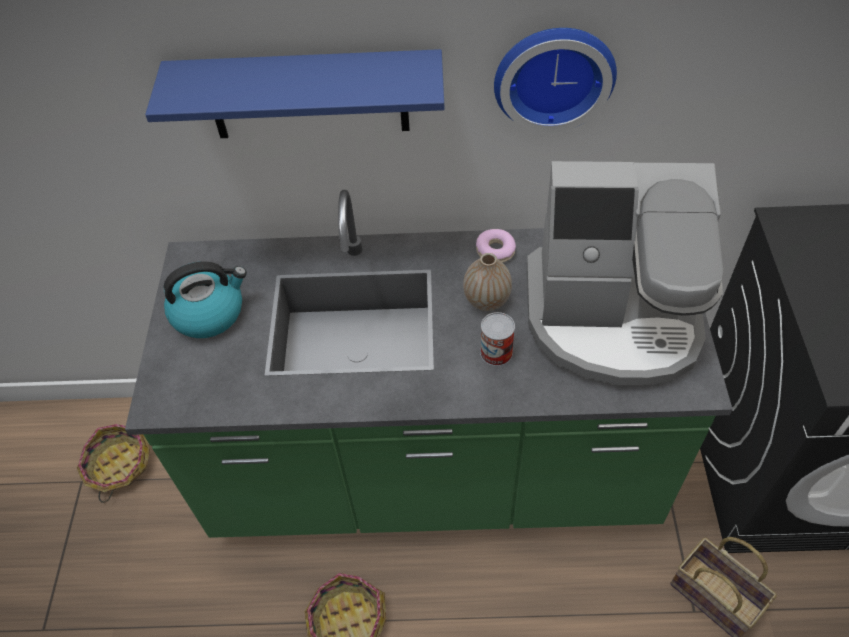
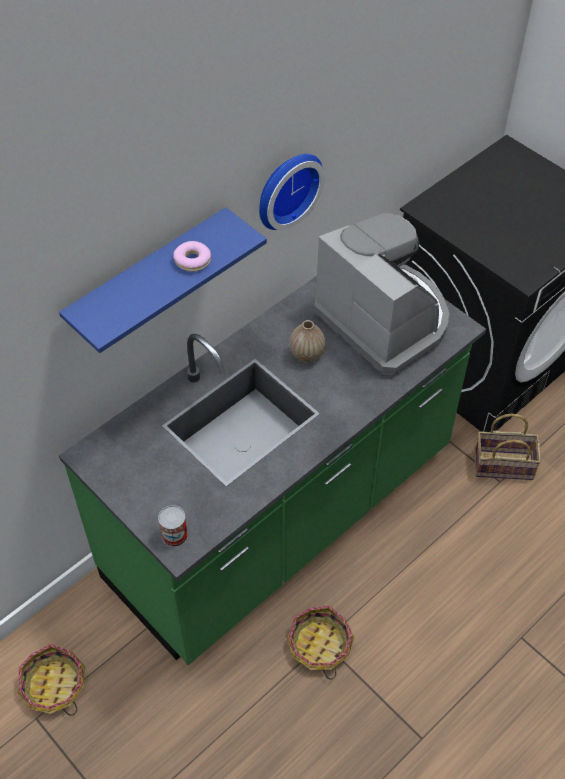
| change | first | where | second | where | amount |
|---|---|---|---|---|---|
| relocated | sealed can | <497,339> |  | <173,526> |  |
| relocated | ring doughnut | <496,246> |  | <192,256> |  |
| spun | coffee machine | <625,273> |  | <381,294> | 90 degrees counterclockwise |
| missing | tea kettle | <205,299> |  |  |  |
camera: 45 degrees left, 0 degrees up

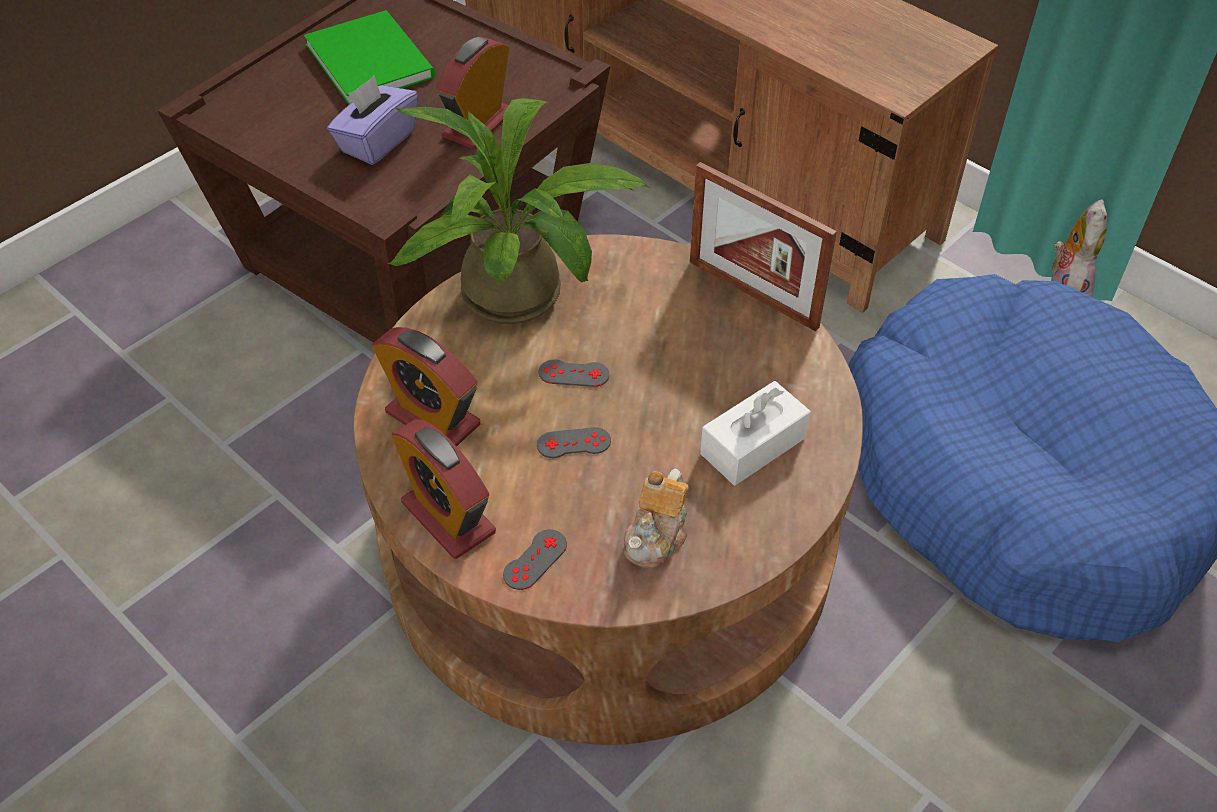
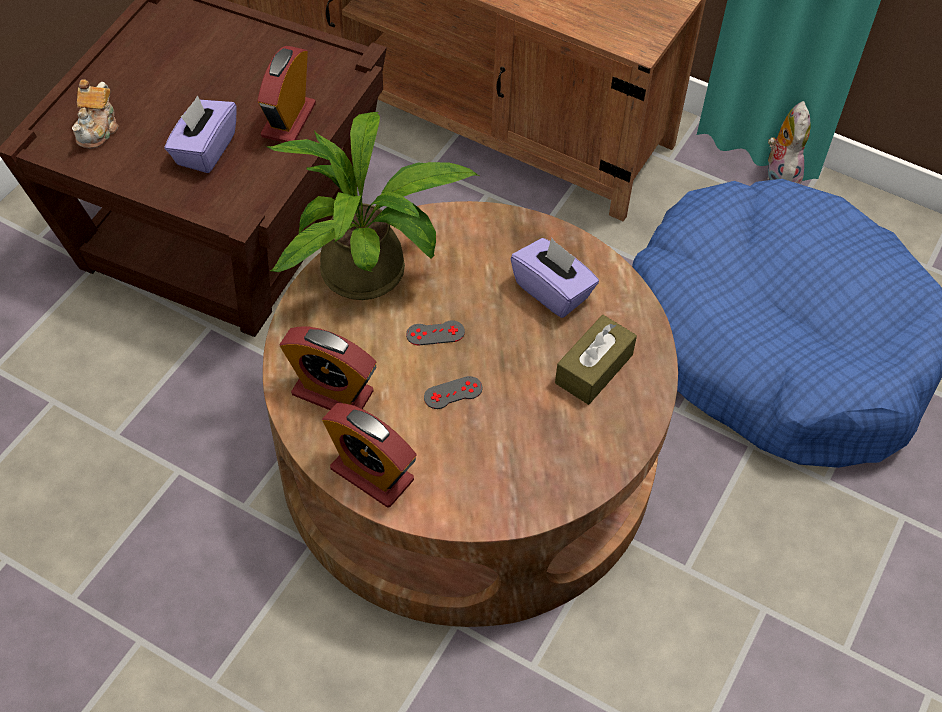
| change | first | where | second | where | amount |
|---|---|---|---|---|---|
| relocated | tea pot | <656,518> |  | <95,114> |  |
| appeared |  |  | purple-coloured box of tissues | <555,278> |  |
| colour | white box of tissues | <755,433> | brownish box of tissues | <596,360> |  |
| missing | green-coloured bound book | <369,57> |  |  |  |
| missing | grey joypad | <535,559> |  |  |  |
| missing | picture frame | <763,246> |  |  |  |
camera: 15 degrees left, 5 degrees up

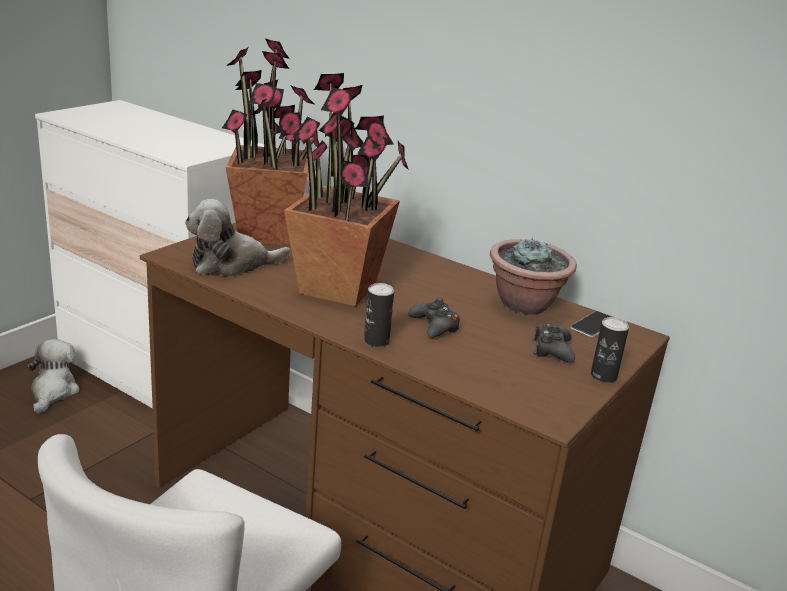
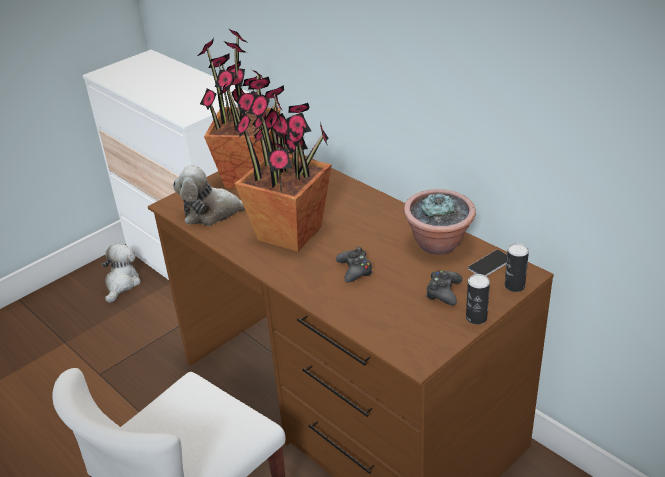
| change | first | where | second | where | amount |
|---|---|---|---|---|---|
| relocated | sealed can | <379,315> |  | <517,267> |  |
camera: 15 degrees right, 10 degrees up

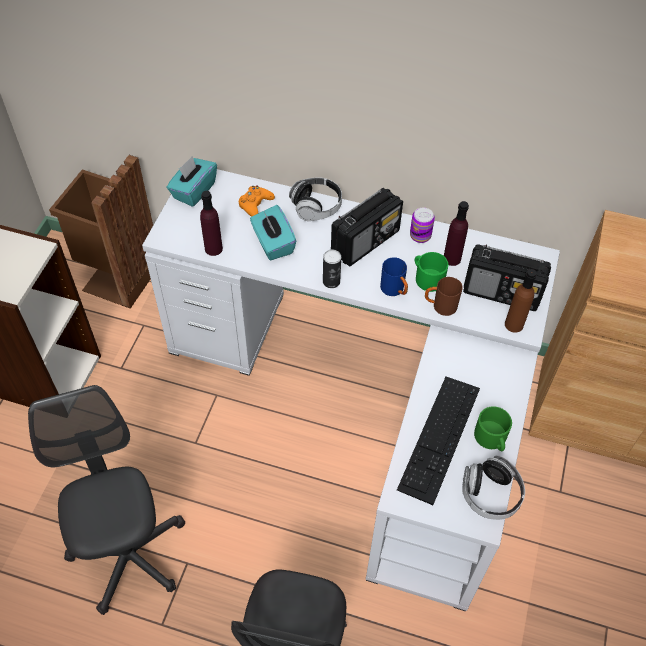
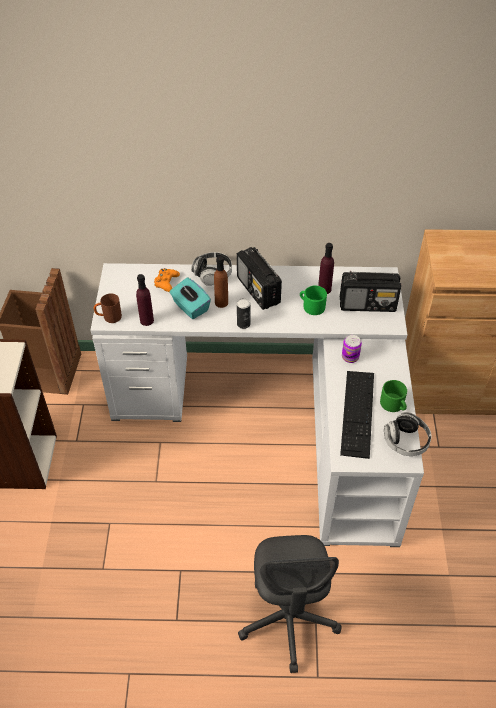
| change | first | where | second | where | amount |
|---|---|---|---|---|---|
| relocated | brownish mug | <444,296> |  | <108,308> |  |
| relocated | brownish drink bottle | <521,301> |  | <221,282> |  |
| spun | radio set | <367,227> |  | <259,278> | 120 degrees clockwise |
| relocated | sealed can | <422,225> |  | <352,349> |  |
| missing | grey computer chair | <106,500> |  |  |  |
| missing | turquoise box of tissues | <192,181> |  |  |  |
| missing | bluish mug | <394,276> |  |  |  |
camera: 15 degrees left, 5 degrees down

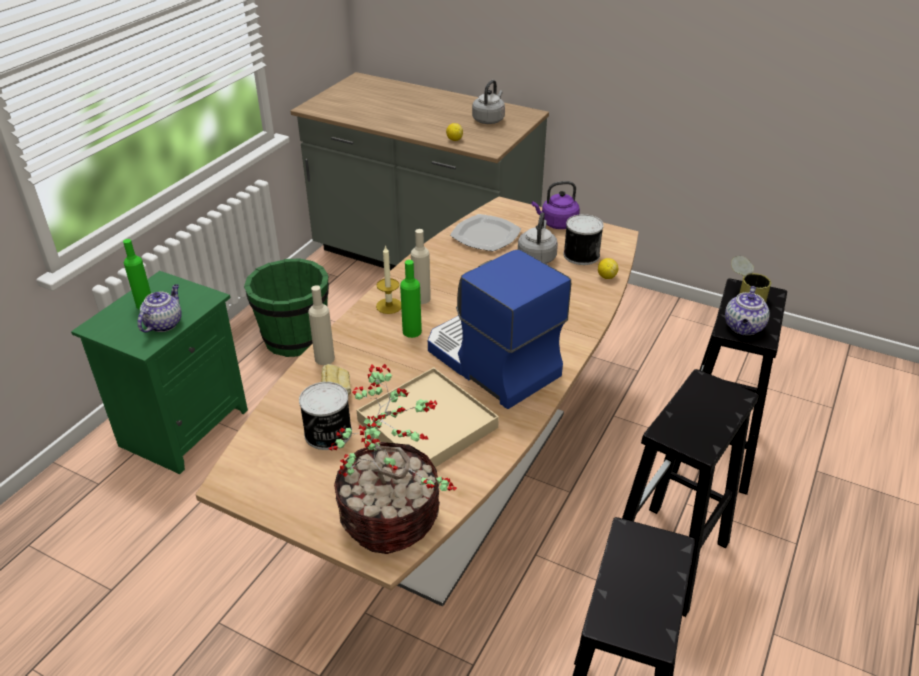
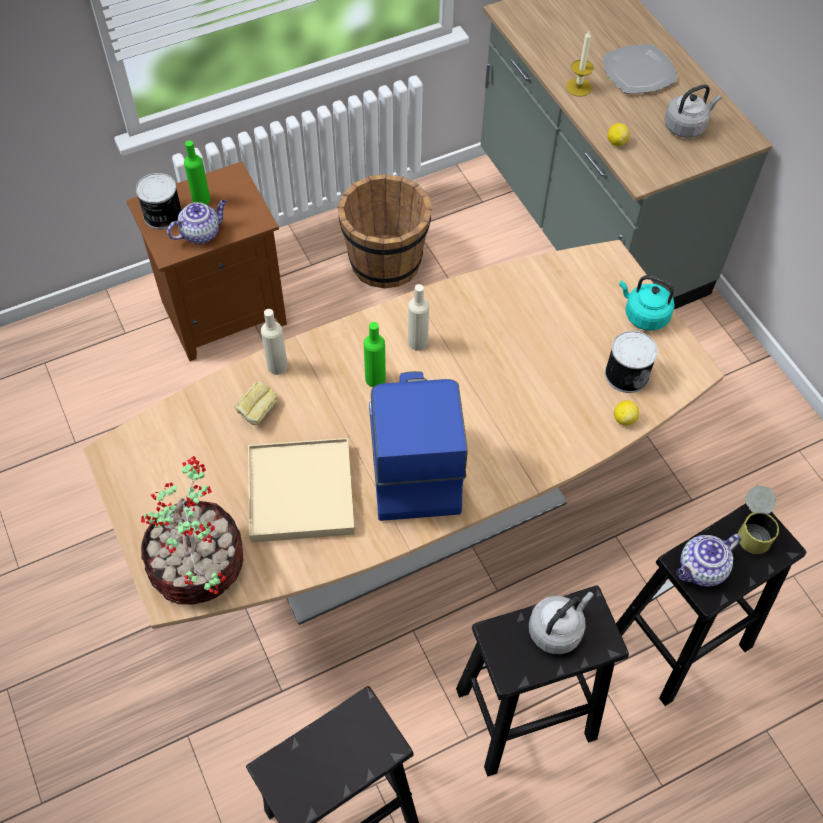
| change | first | where | second | where | amount |
|---|---|---|---|---|---|
| colour | green-coloured bedside table | <159,372> | brownish bedside table | <206,261> |  |
| relocated | sealed can | <325,416> |  | <159,201> |  |
| colour | green-coloured pail | <286,308> | brownish pail | <384,231> |  |
| relocated | grey tea kettle | <538,238> |  | <561,623> |  |
| relocated | wax candle | <388,279> |  | <580,63> |  |
| relocated | flat dish | <485,232> |  | <639,68> |  |
| colour | purple-coloured tea kettle | <556,205> | turquoise tea kettle | <647,303> |  |
camera: 35 degrees right, 20 degrees up

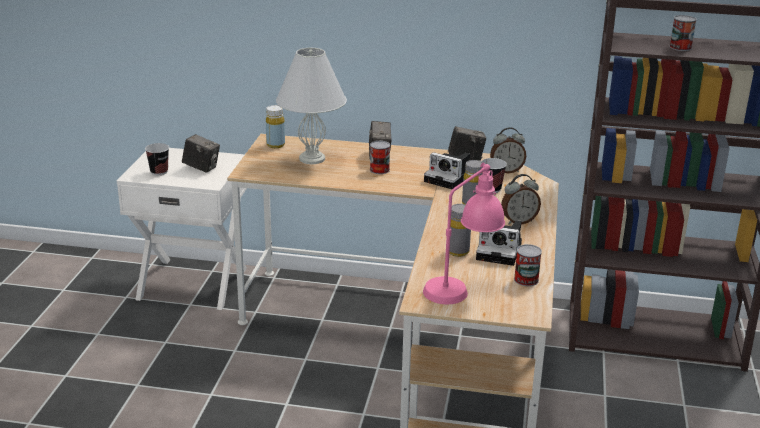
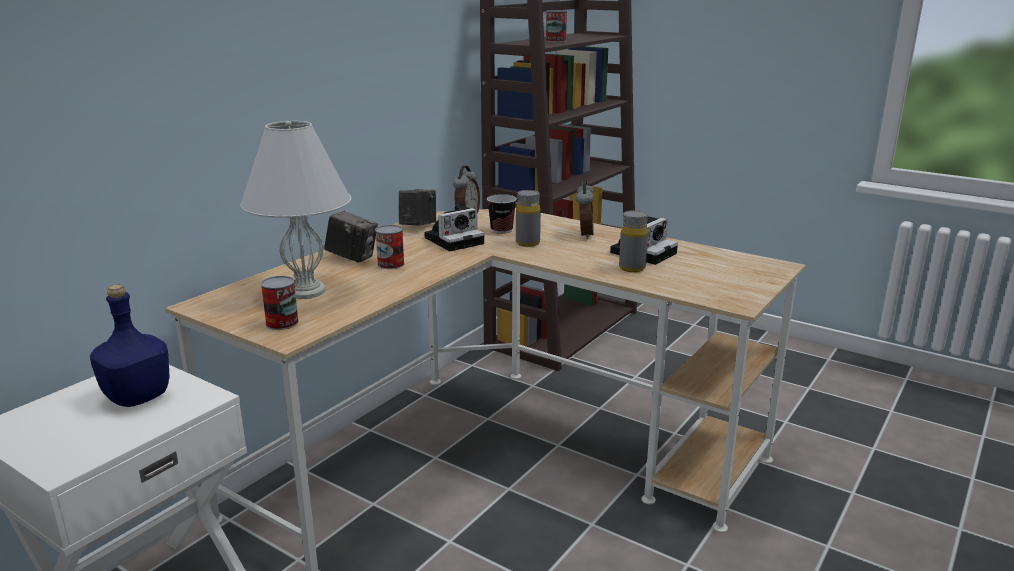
| change | first | where | second | where | amount |
|---|---|---|---|---|---|
| exchanged | still camera | <201,153> | bluish drink bottle | <129,346> |  |
| relocated | sealed can | <528,265> |  | <280,303> |  |
| missing | drinking cup | <157,159> |  |  |  |
| missing | yellow drink bottle | <275,126> |  |  |  |
| missing | pinkish lamp for a table | <464,233> |  |  |  |
camera: 65 degrees left, 5 degrees down

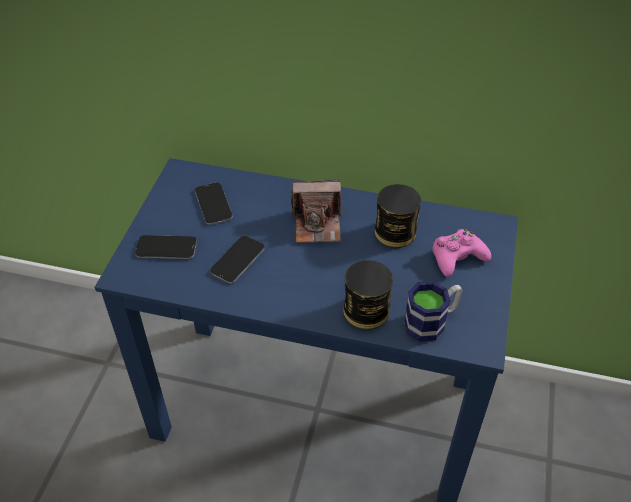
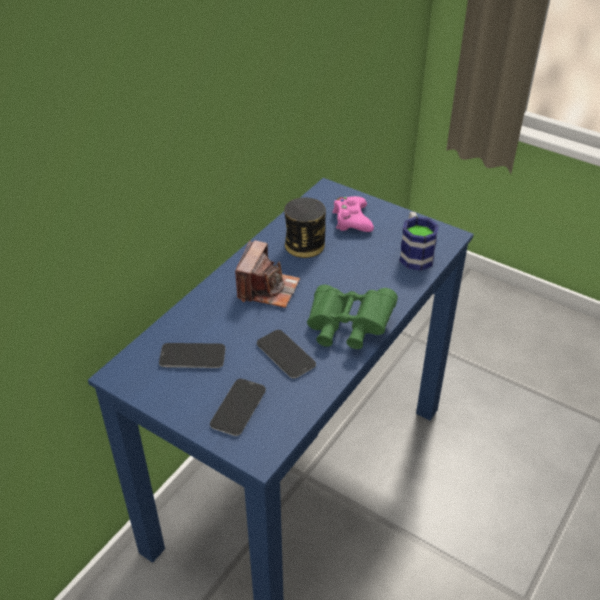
| change | first | where | second | where | amount |
|---|---|---|---|---|---|
| appeared |  |  | green-coloured binoculars | <352,317> |  |
| missing | sealed can | <368,294> |  |  |  |
camera: 70 degrees left, 5 degrees down

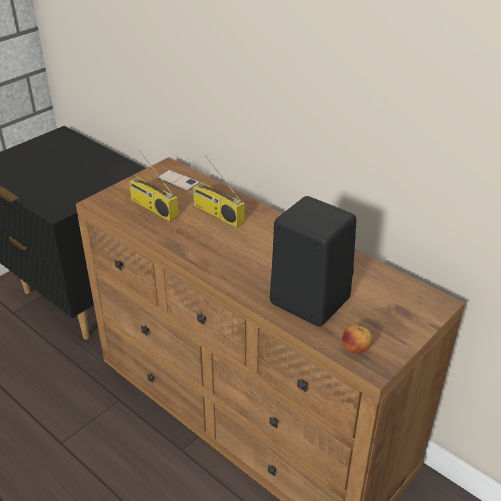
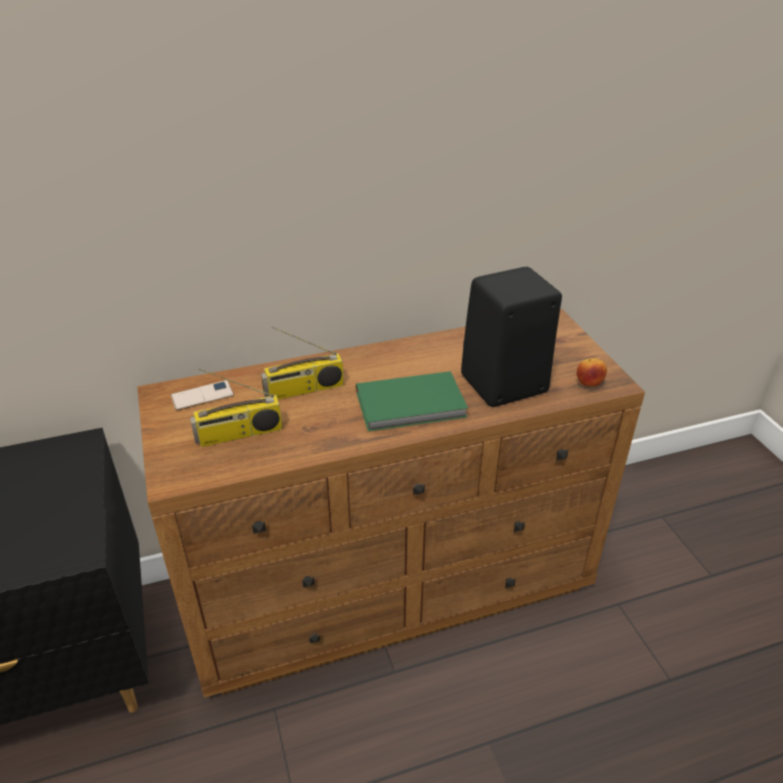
| change | first | where | second | where | amount |
|---|---|---|---|---|---|
| appeared |  |  | green-coloured bound book | <412,401> |  |
camera: 60 degrees left, 0 degrees up

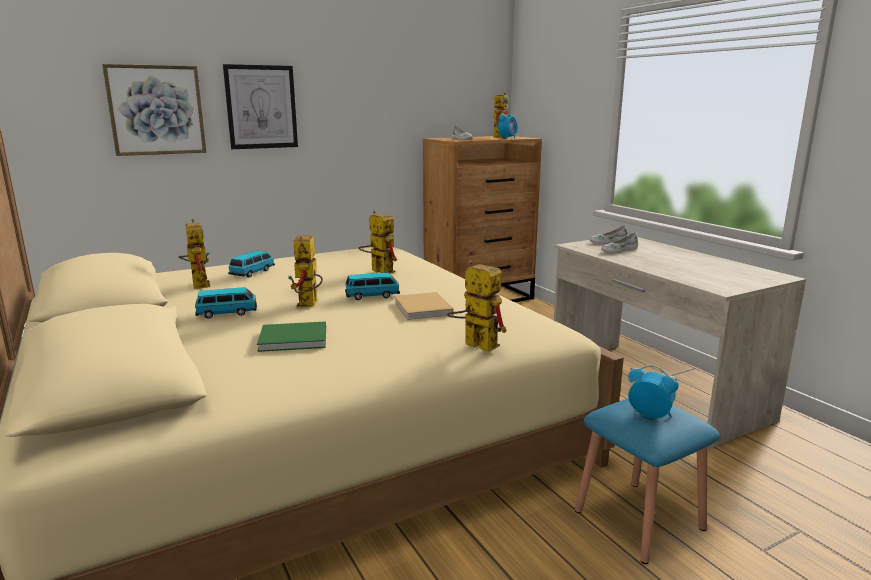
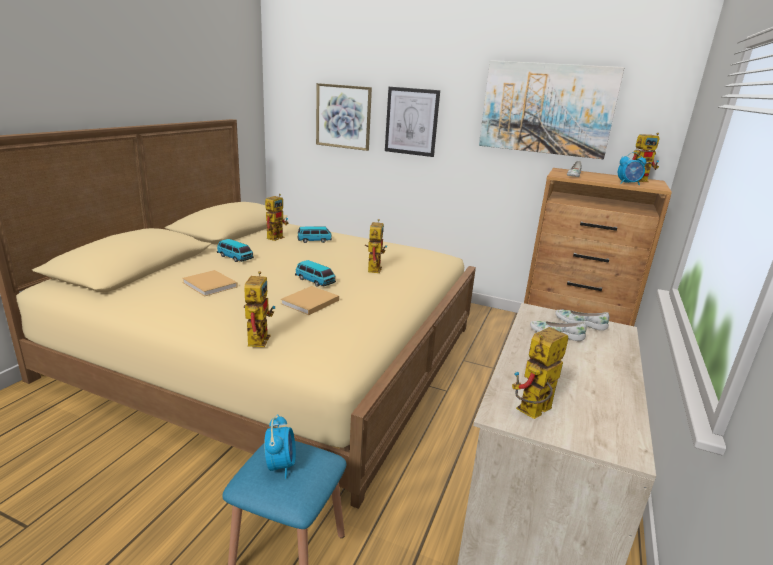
| change | first | where | second | where | amount |
|---|---|---|---|---|---|
| colour | green-coloured bound book | <291,336> | sand-coloured bound book | <210,283> |  |
| appeared |  |  | wall art | <551,109> |  |
| relocated | model robot | <305,271> |  | <540,373> |  |
camera: 50 degrees right, 5 degrees up

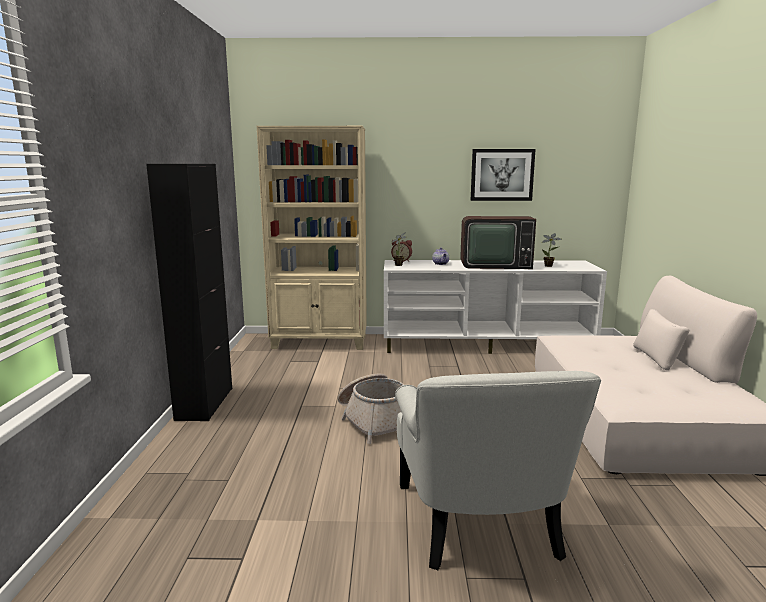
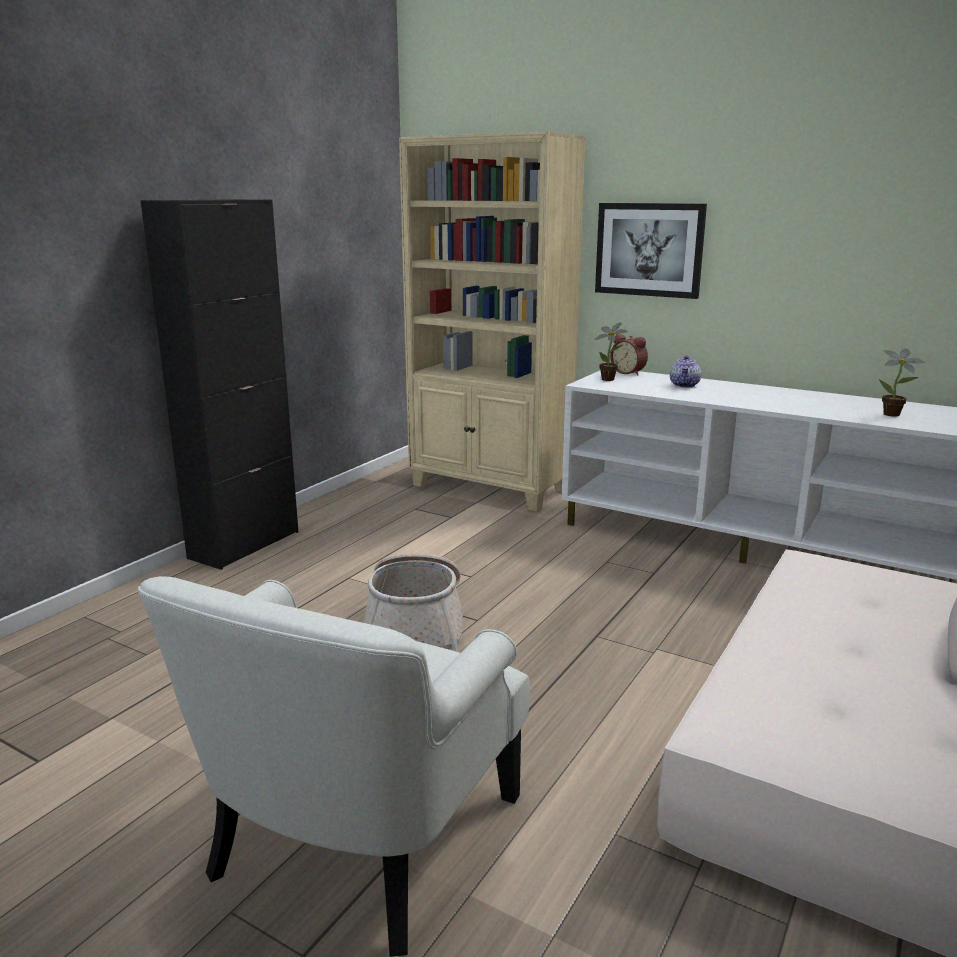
| change | first | where | second | where | amount |
|---|---|---|---|---|---|
| relocated | wall art | <503,175> |  | <651,251> |  |
| missing | TV set | <498,242> |  |  |  |
camera: 30 degrees right, 5 degrees up

